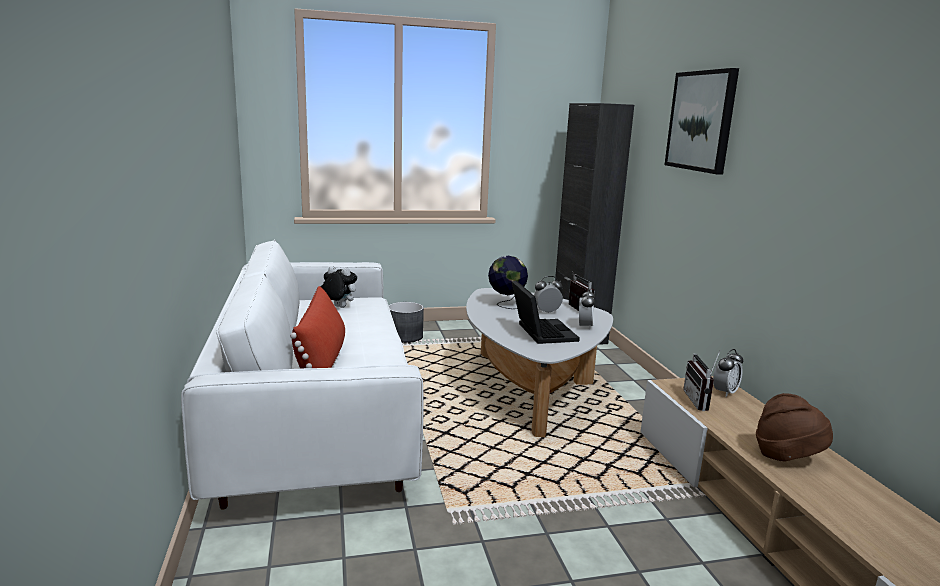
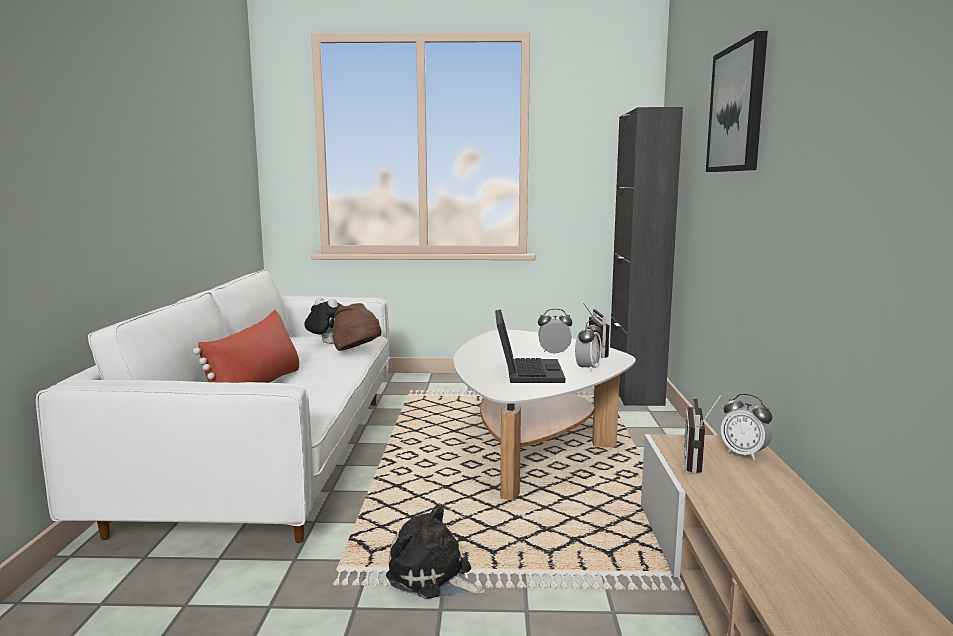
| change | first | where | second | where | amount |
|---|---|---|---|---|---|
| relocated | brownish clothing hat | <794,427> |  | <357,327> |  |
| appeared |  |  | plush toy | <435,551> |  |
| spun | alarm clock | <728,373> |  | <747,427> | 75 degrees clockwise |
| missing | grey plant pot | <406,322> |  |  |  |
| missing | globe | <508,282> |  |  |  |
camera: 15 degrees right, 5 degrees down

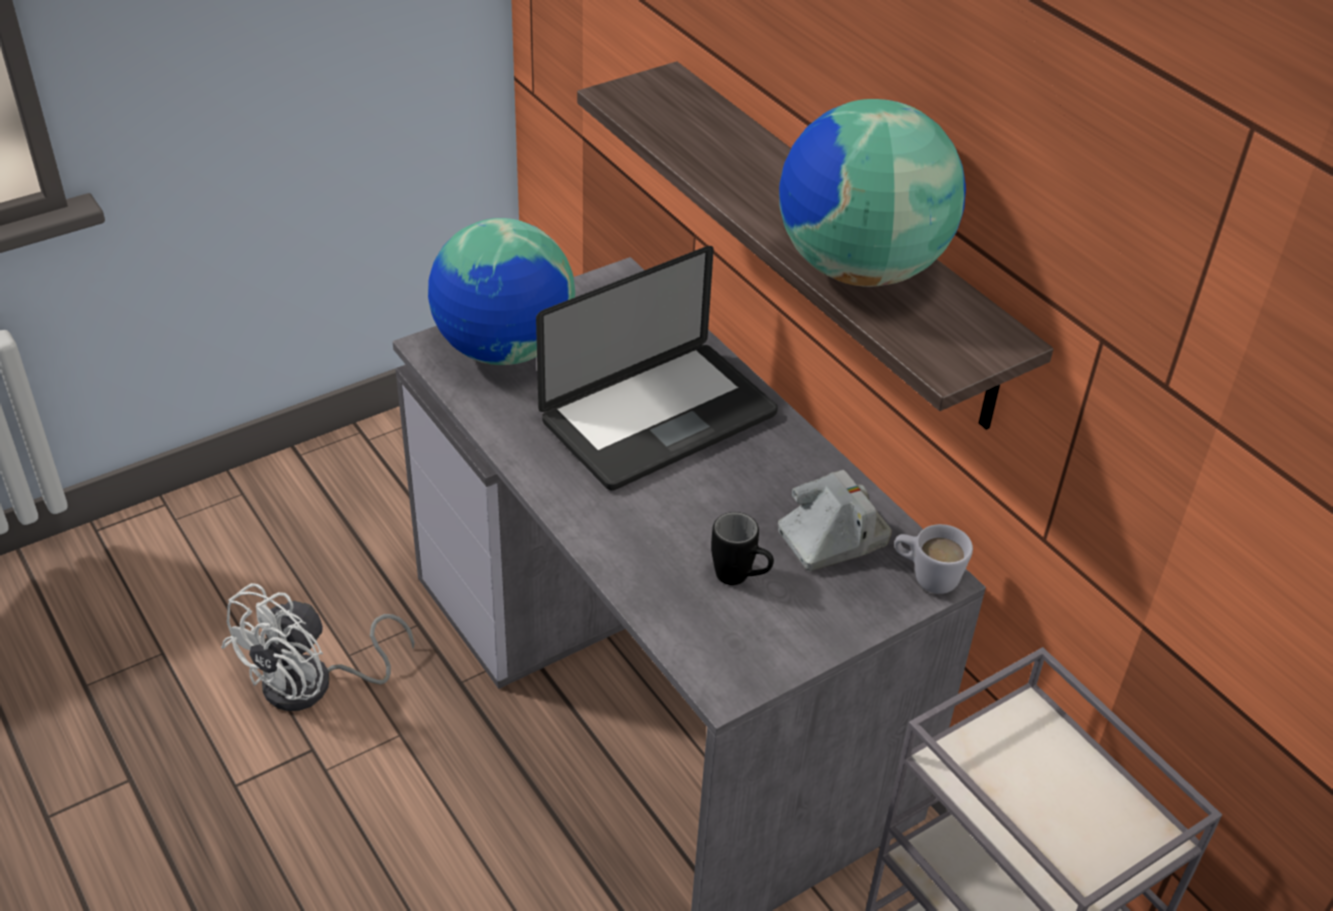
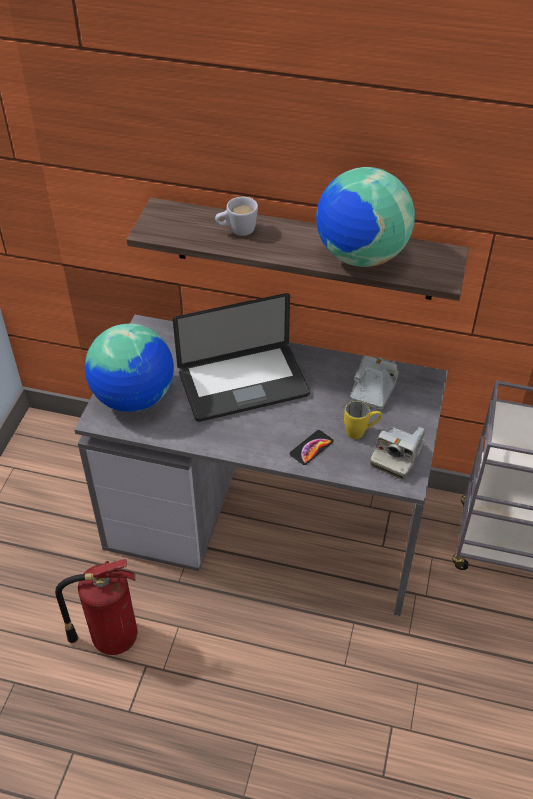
| change | first | where | second | where | amount |
|---|---|---|---|---|---|
| exchanged | white cooling fan | <318,647> | fire extinguisher | <96,607> |  |
| spun | laptop | <657,368> |  | <241,357> | 60 degrees clockwise |
| relocated | white mug | <933,559> |  | <236,216> |  |
| appeared |  |  | handset | <312,447> |  |
| colour | black mug | <742,548> | yellow mug | <363,420> |  |
| appeared |  |  | still camera | <397,453> |  |
camera: 40 degrees left, 5 degrees up

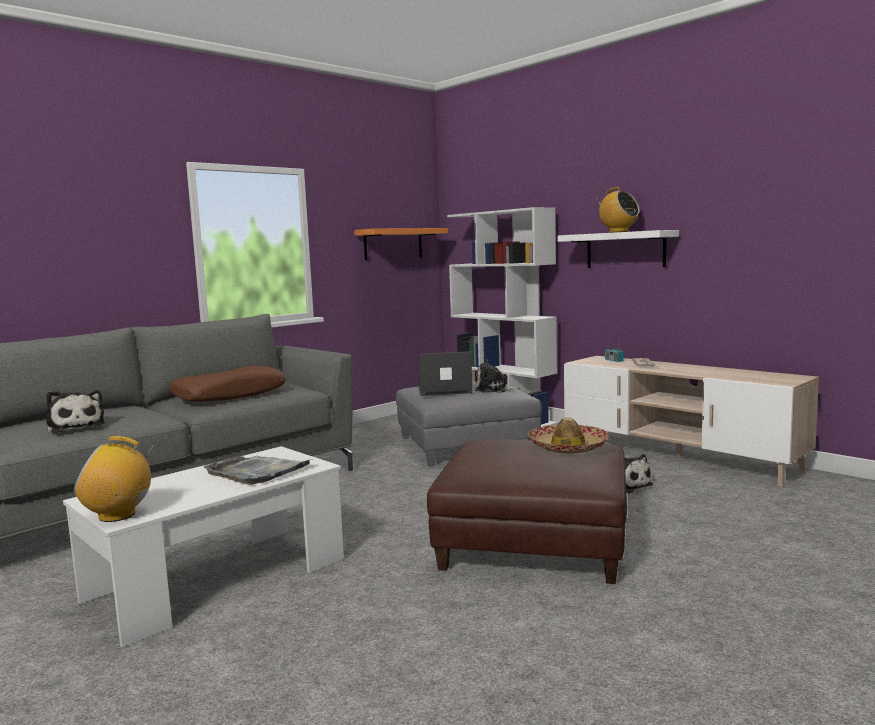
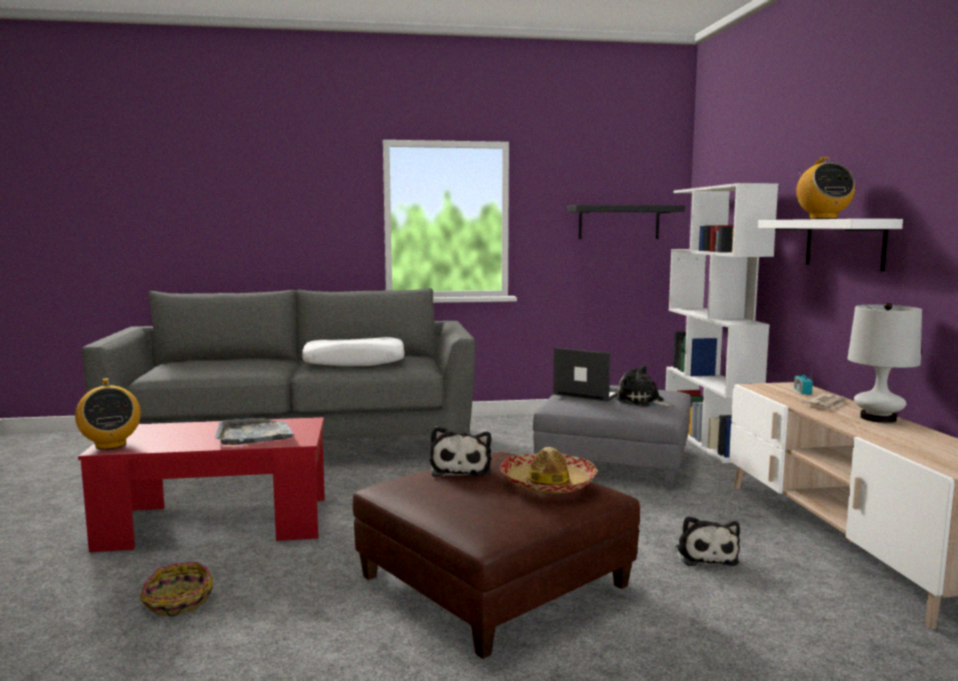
| change | first | where | second | where | amount |
|---|---|---|---|---|---|
| spun | radio set | <114,479> |  | <108,414> | 150 degrees counterclockwise |
| colour | white low table | <203,547> | red-coloured low table | <201,484> |  |
| appeared |  |  | basket | <176,589> |  |
| colour | brownish pillow | <228,384> | white pillow | <353,351> |  |
| relocated | plush toy | <75,411> |  | <460,451> |  |
| colour | orange shelf | <401,244> | black shelf | <626,222> |  |
| appeared |  |  | white lamp for a table | <884,363> |  |
camera: 35 degrees right, 0 degrees up

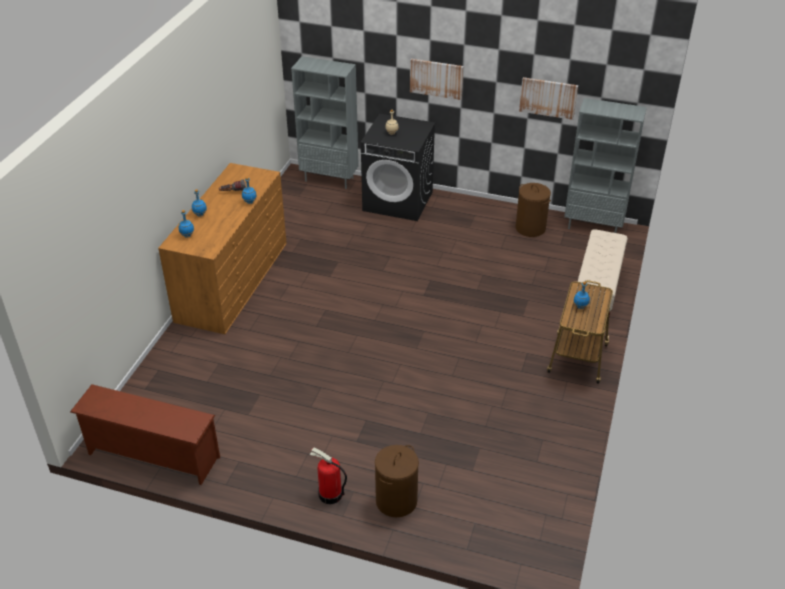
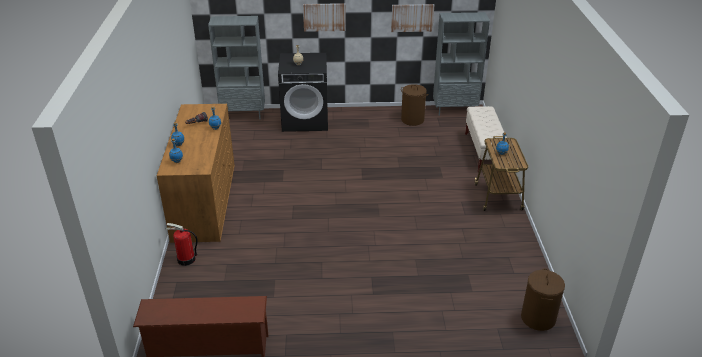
| change | first | where | second | where | amount |
|---|---|---|---|---|---|
| relocated | fire extinguisher | <328,475> |  | <181,244> |  |
| relocated | brownish washing basket | <397,481> |  | <543,300> |  |
camera: 20 degrees left, 5 degrees down

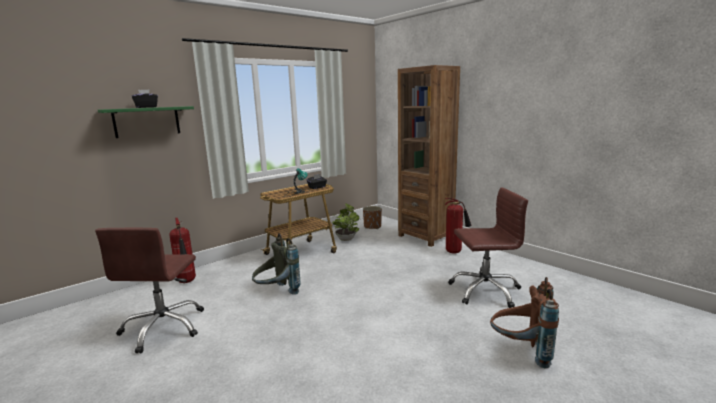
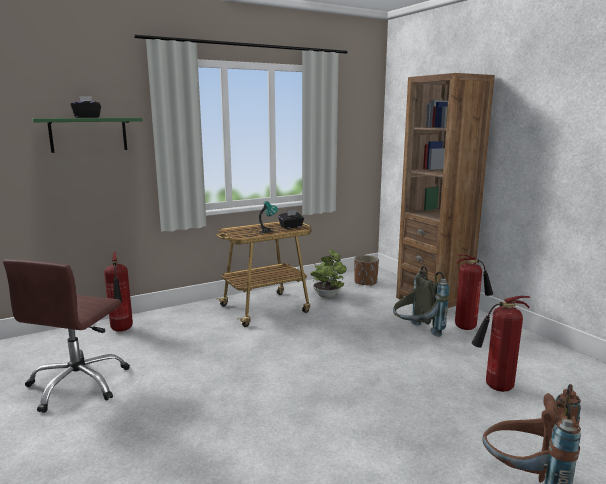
| change | first | where | second | where | amount |
|---|---|---|---|---|---|
| relocated | grey backpack | <276,264> |  | <421,301> |  |
| exchanged | brownish computer chair | <488,247> | fire extinguisher | <501,344> |  |
camera: 10 degrees right, 0 degrees up

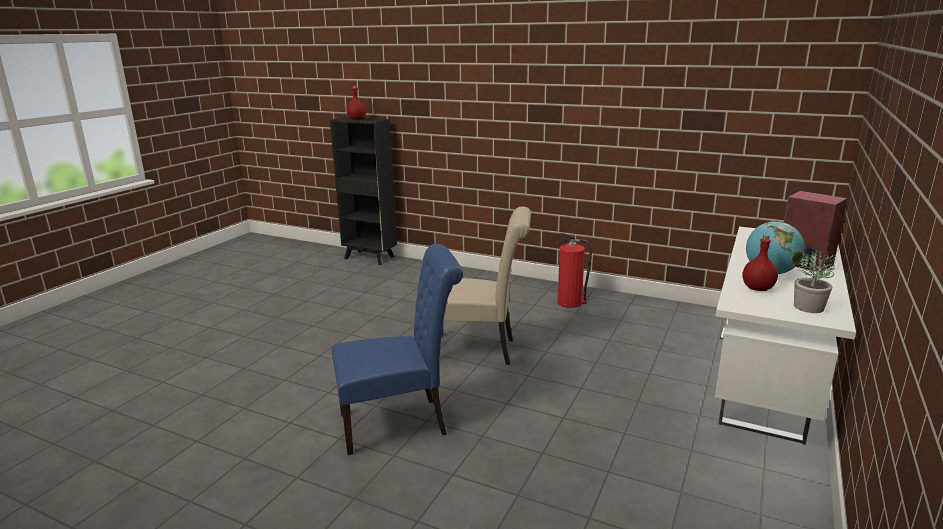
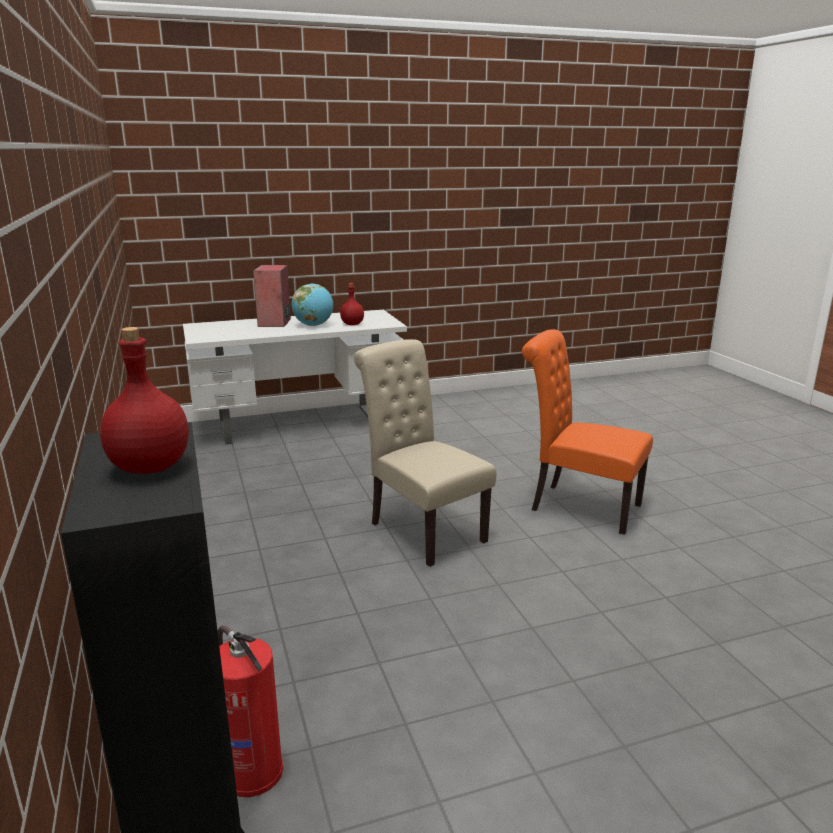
| change | first | where | second | where | amount |
|---|---|---|---|---|---|
| relocated | fire extinguisher | <574,270> |  | <250,711> |  |
| colour | bluish plain chair | <397,349> | orange plain chair | <587,432> |  |
| missing | potted plant | <814,281> |  |  |  |
camera: 135 degrees left, 0 degrees up

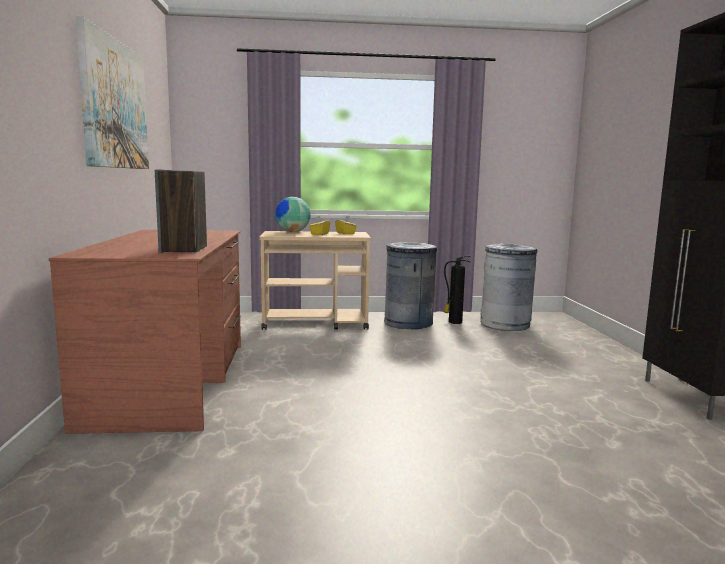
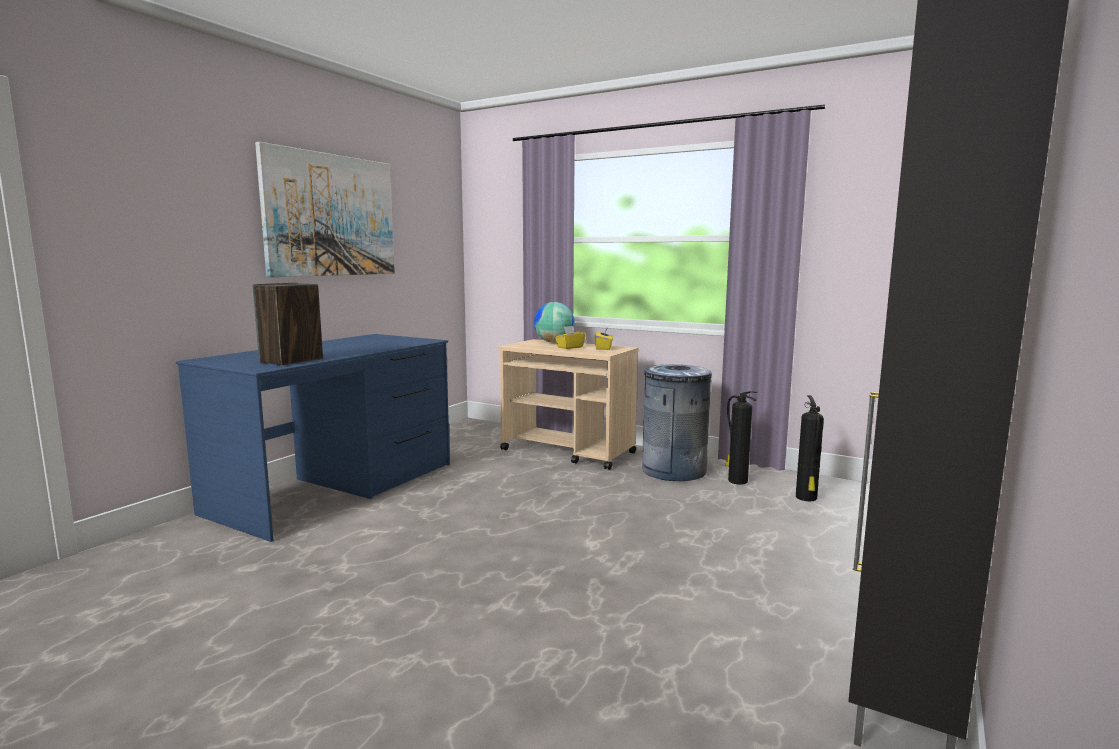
| change | first | where | second | where | amount |
|---|---|---|---|---|---|
| colour | brownish desk table | <145,332> | bluish desk table | <313,438> |  |
| exchanged | grey rubbish bin | <508,287> | fire extinguisher | <810,448> |  |
camera: 35 degrees right, 0 degrees up

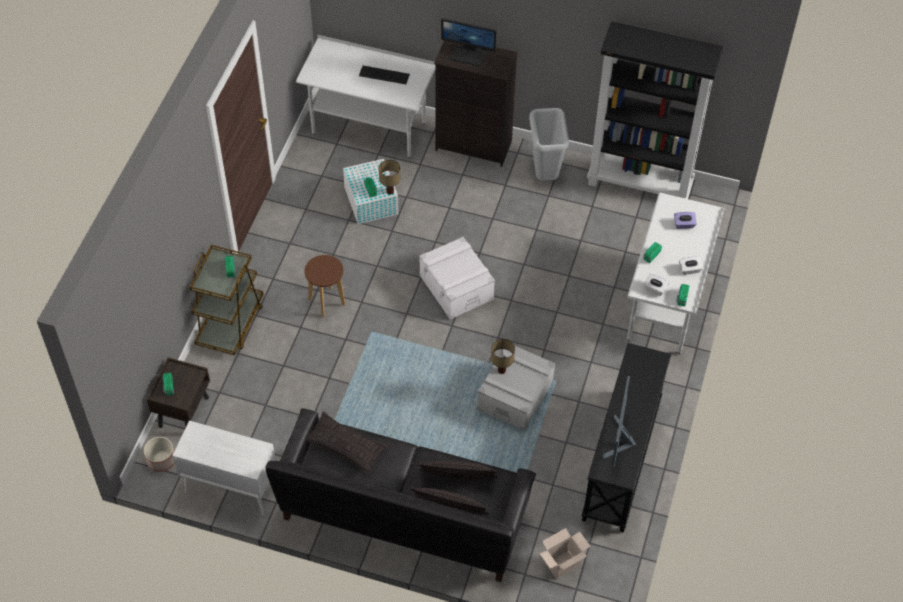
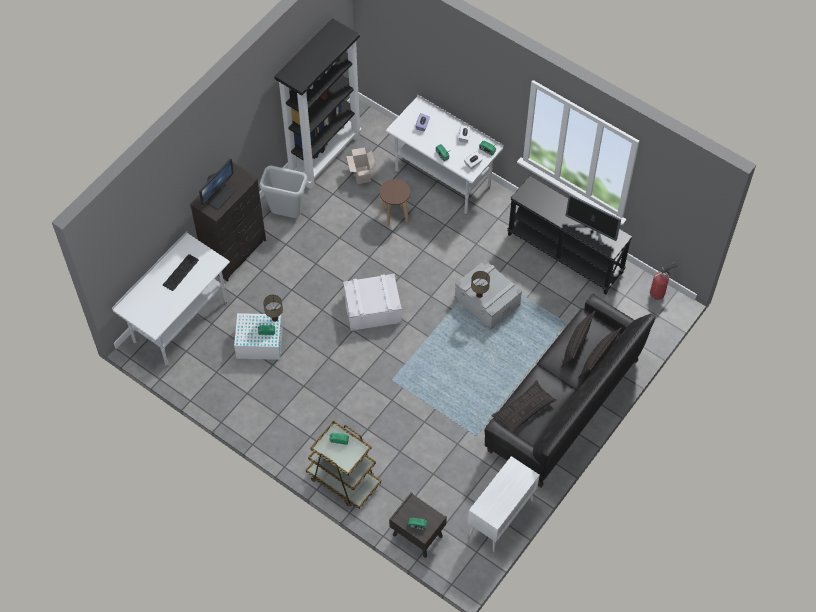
| change | first | where | second | where | amount |
|---|---|---|---|---|---|
| relocated | carton | <564,553> |  | <361,166> |  |
| relocated | brownish sitting stool | <324,286> |  | <395,203> |  |
| appeared |  |  | fire extinguisher | <664,281> |  |
| missing | plant pot | <159,454> |  |  |  |
camera: 70 degrees left, 5 degrees up

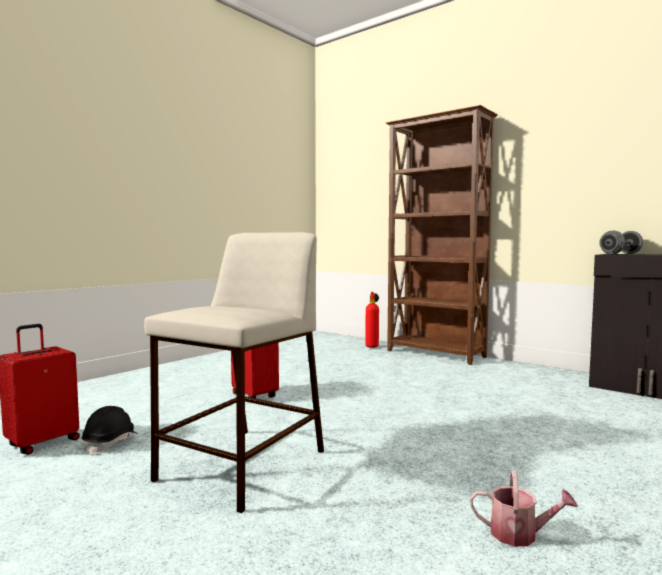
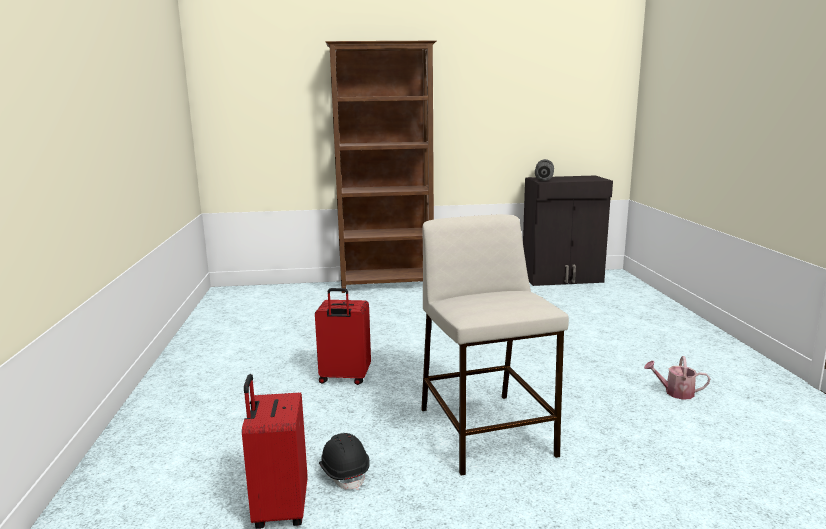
| change | first | where | second | where | amount |
|---|---|---|---|---|---|
| spun | sprinkling can | <524,508> |  | <677,378> | 135 degrees counterclockwise |
| missing | fire extinguisher | <372,320> |  |  |  |
camera: 45 degrees left, 10 degrees up

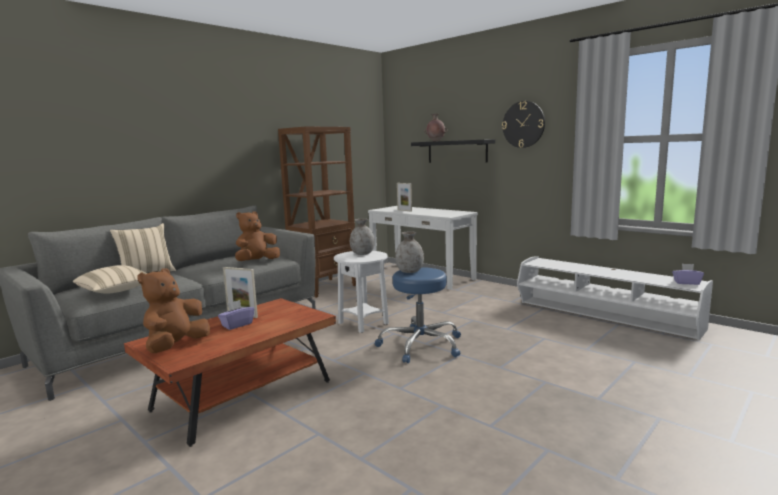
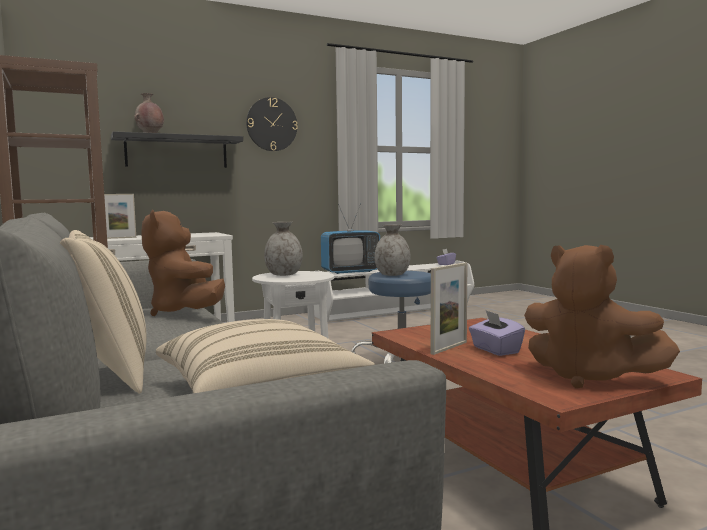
| change | first | where | second | where | amount |
|---|---|---|---|---|---|
| appeared |  |  | TV set | <350,239> |  |
camera: 70 degrees left, 5 degrees down

